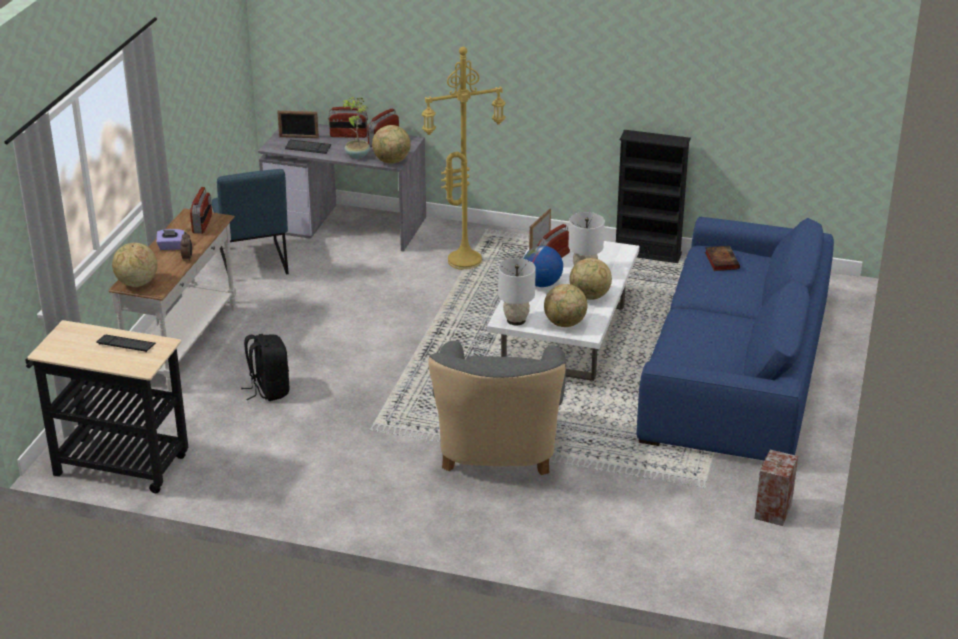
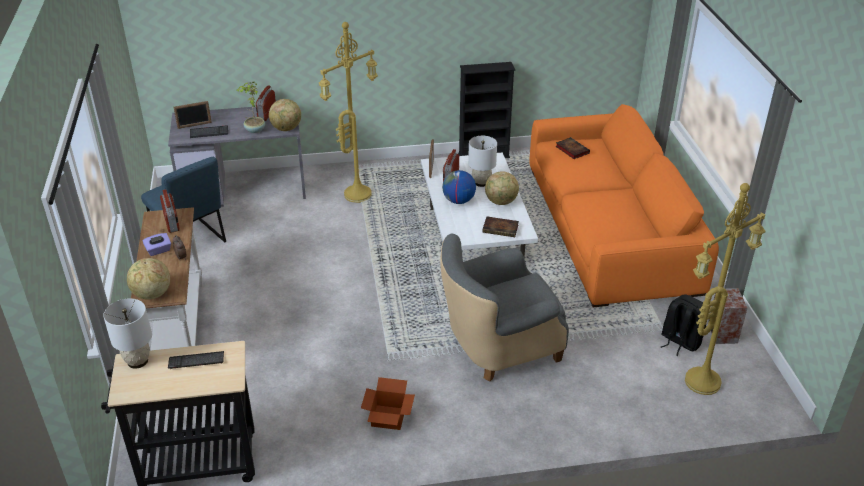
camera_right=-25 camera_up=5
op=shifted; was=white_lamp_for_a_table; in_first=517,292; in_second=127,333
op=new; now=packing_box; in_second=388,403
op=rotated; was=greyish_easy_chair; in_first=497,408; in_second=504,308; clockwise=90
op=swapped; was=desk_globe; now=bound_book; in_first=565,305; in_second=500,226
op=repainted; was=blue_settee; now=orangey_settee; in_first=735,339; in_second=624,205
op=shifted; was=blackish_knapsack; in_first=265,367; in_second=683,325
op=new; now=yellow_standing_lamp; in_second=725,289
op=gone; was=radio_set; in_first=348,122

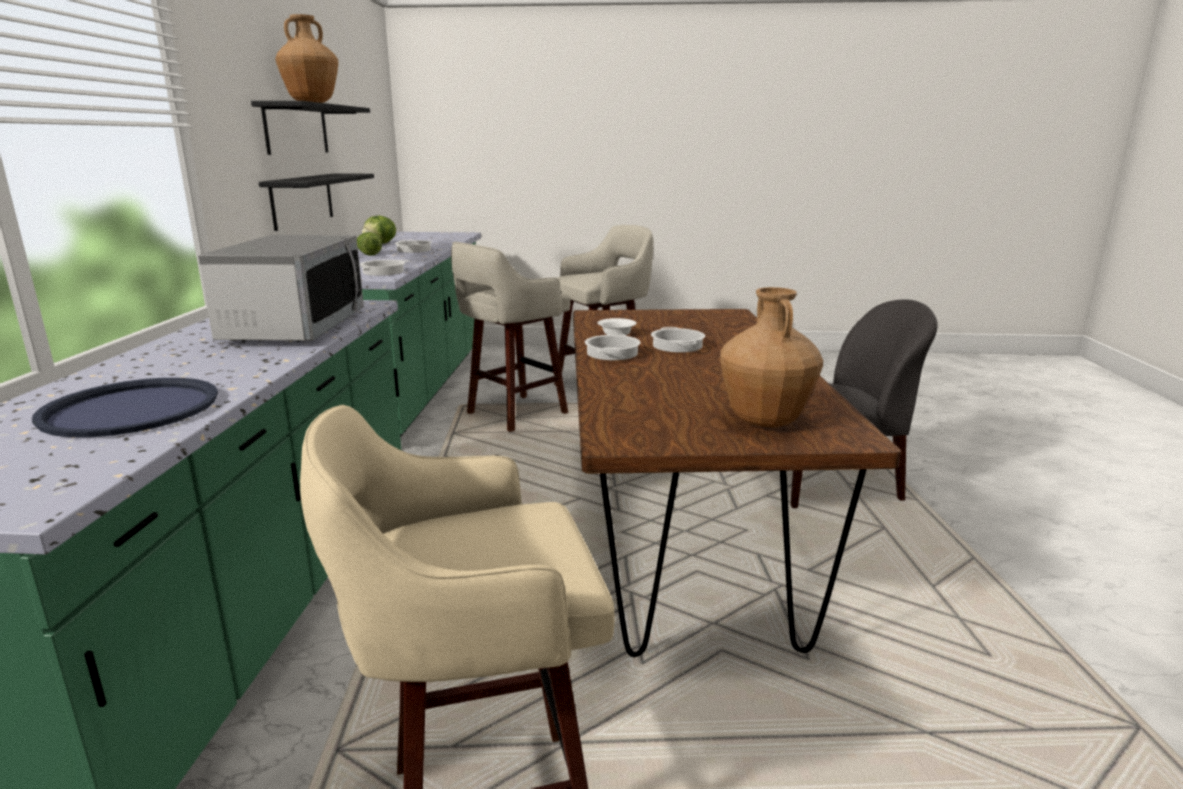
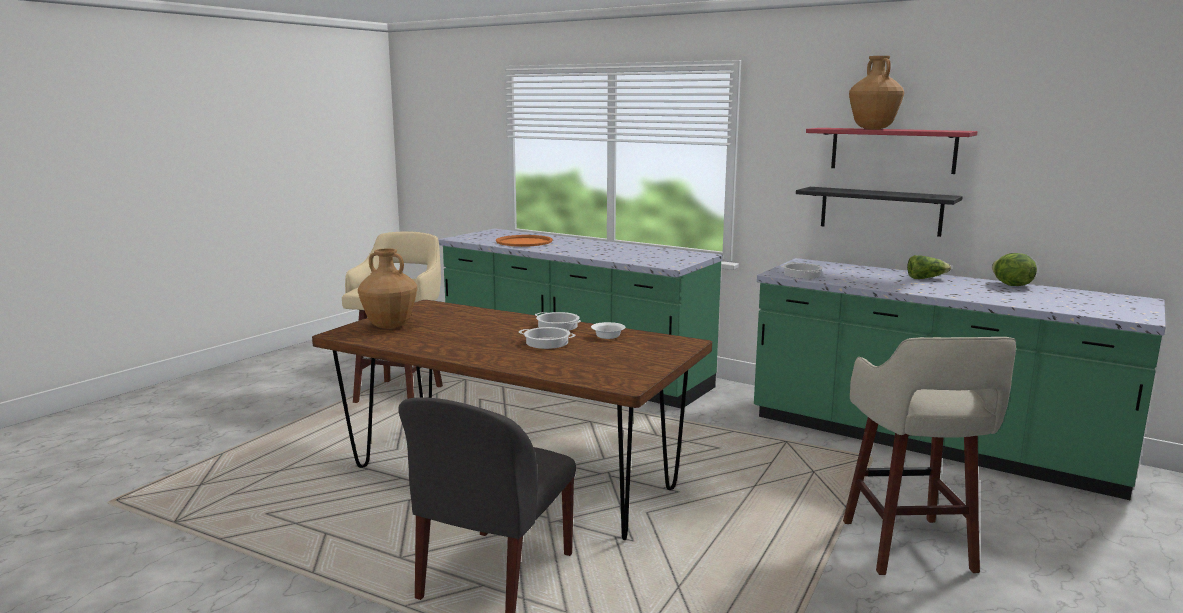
camera_right=120 camera_up=-5
op=repainted; was=blue_tray; now=orangey_tray; in_first=125,407; in_second=524,241
op=repainted; was=blackish_shelf; now=red_shelf; in_first=310,128; in_second=892,151
op=gone; was=microwave; in_first=281,288
op=gone; was=cooking_pot; in_first=413,246
op=gone; was=sand-coloured_stool_seat; in_first=510,337

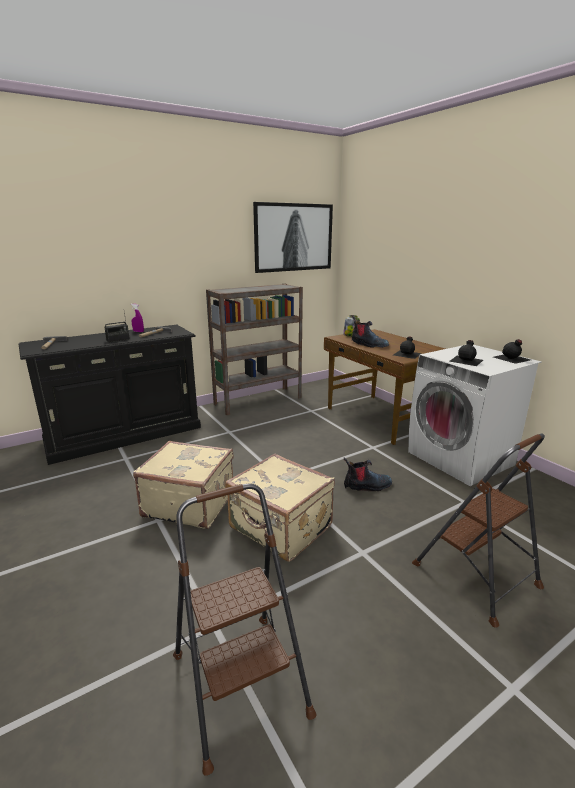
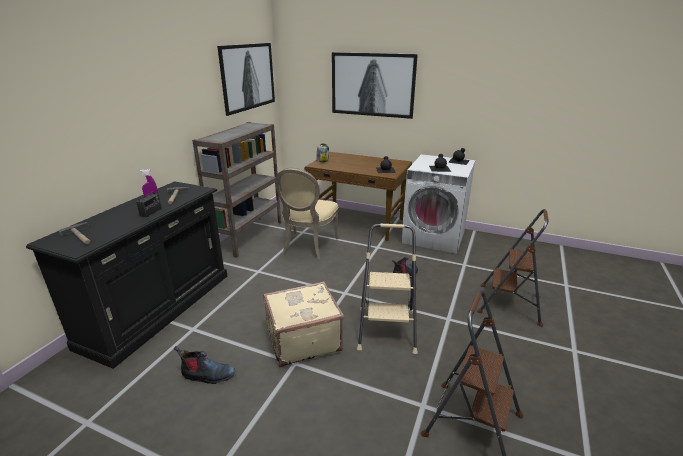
camera_right=-35 camera_up=5
op=shifted; was=tall_boot; in_first=370,331; in_second=204,365
op=new; now=sand-coloured_plain_chair; in_second=307,213
op=new; now=picture; in_second=375,85
op=swapped; was=sand-coloured_suitcase; now=sand-coloured_step_ladder; in_first=280,508; in_second=387,289

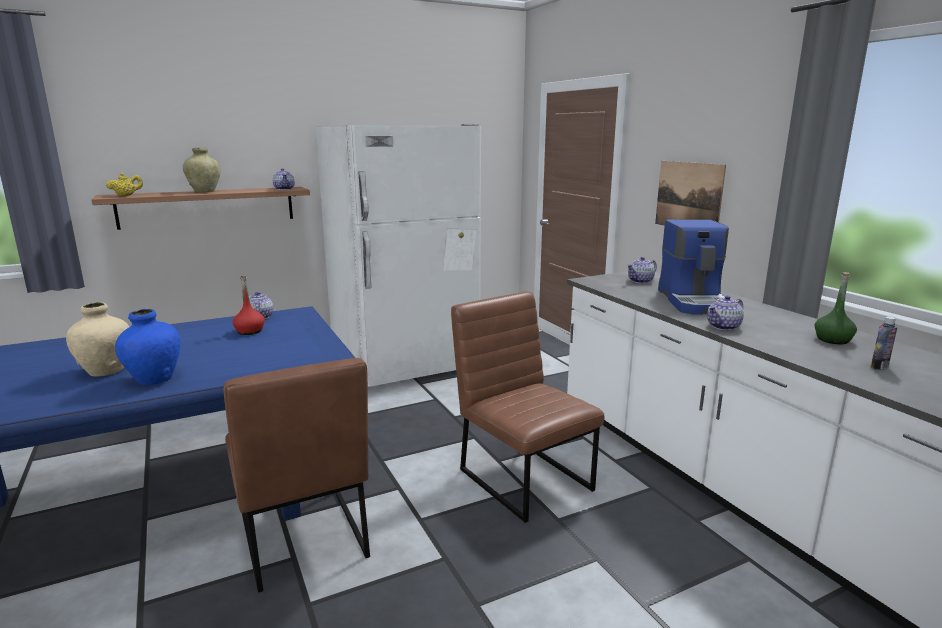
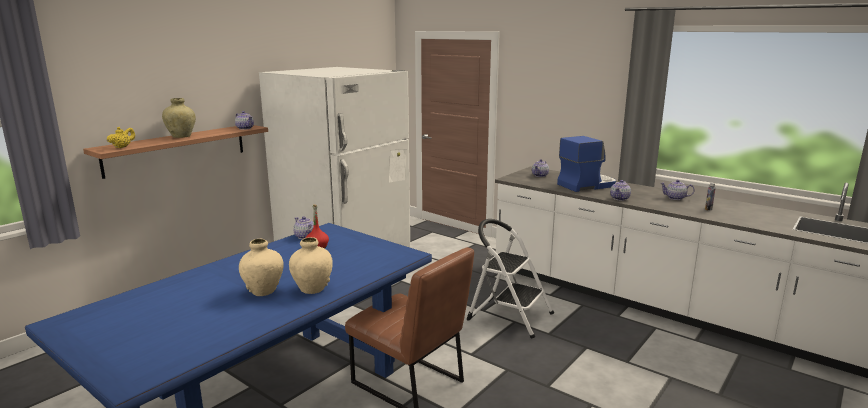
camera_right=-25 camera_up=0
op=repainted; was=blue_vase; now=sand-coloured_vase; in_first=148,347; in_second=311,265
op=swapped; was=brown_plain_chair; now=step_ladder; in_first=528,407; in_second=510,278
op=rotated; was=coffee_machine; in_first=693,267; in_second=586,164; clockwise=-90
op=swapped; was=greenish_drink_bottle; now=pot_for_tea; in_first=836,308; in_second=677,190
op=gone; was=picture; in_first=690,193

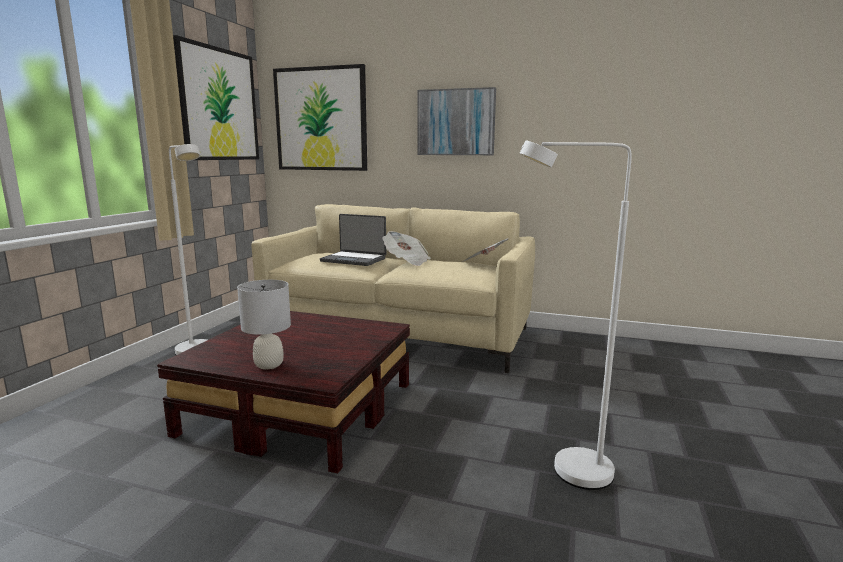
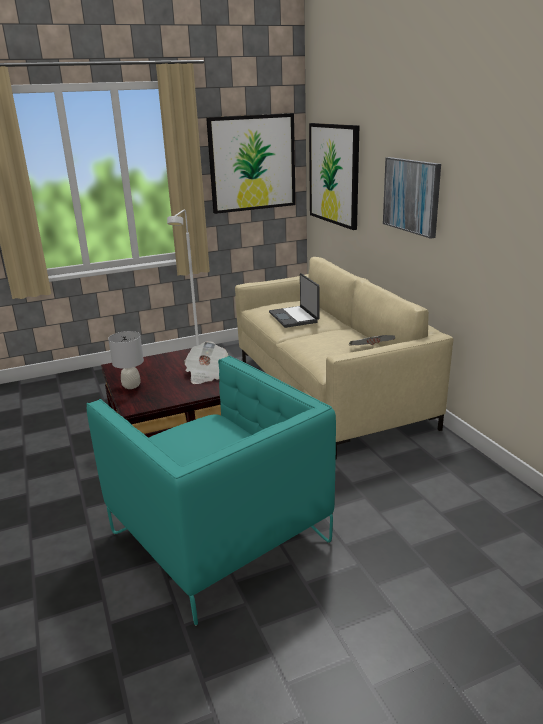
camera_right=50 camera_up=10
op=swapped; was=white_standing_lamp; now=blue-green_easy_chair; in_first=575,315; in_second=211,491
op=shifted; was=printed_paper; in_first=406,248; in_second=206,362

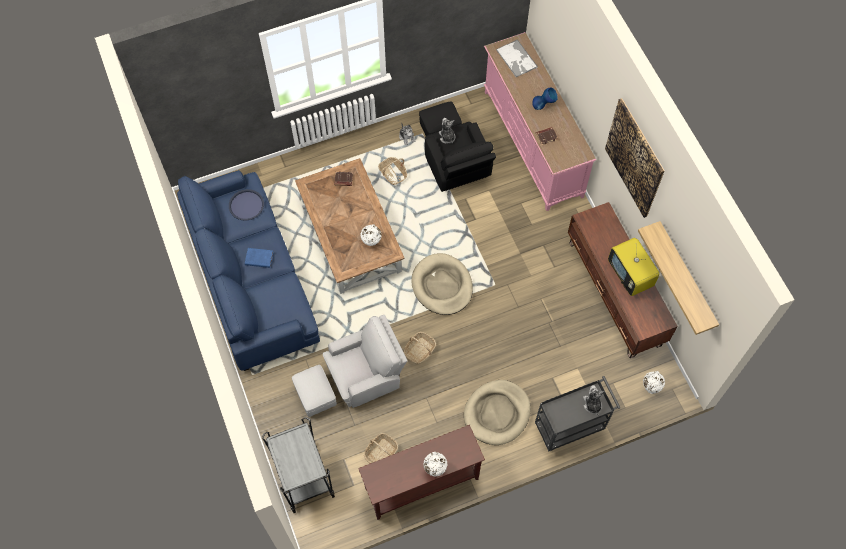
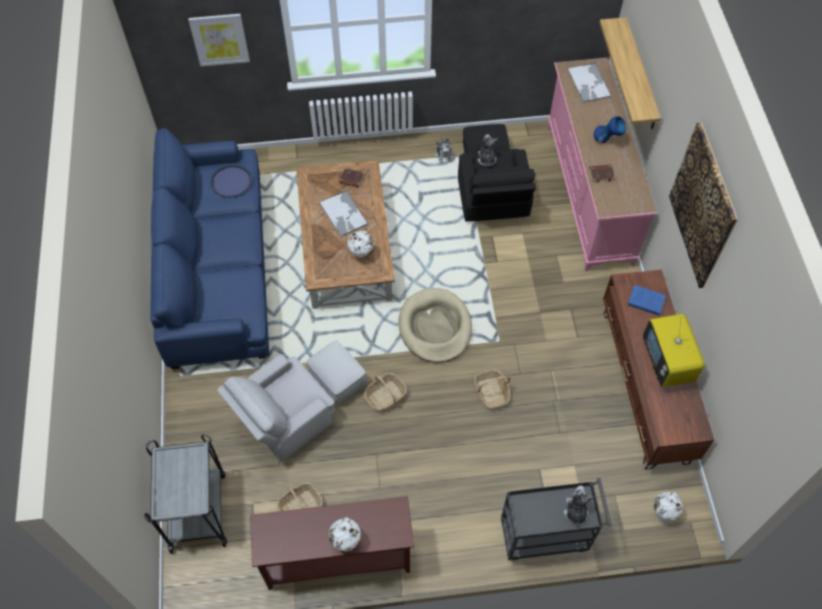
camera_right=15 camera_up=-5
op=new; now=picture; in_second=219,40
op=rotated; was=white_easy_chair; in_first=349,366; in_second=291,400; clockwise=150
op=new; now=tray; in_second=344,213
op=shifted; was=storage_basket; in_first=392,171; in_second=492,389
op=shifted; was=shelf; in_first=678,278; in_second=630,73
op=shifted; was=blue_bound_book; in_first=259,258; in_second=647,300
op=gone; was=sand-coloured_pet_bed; in_first=497,412

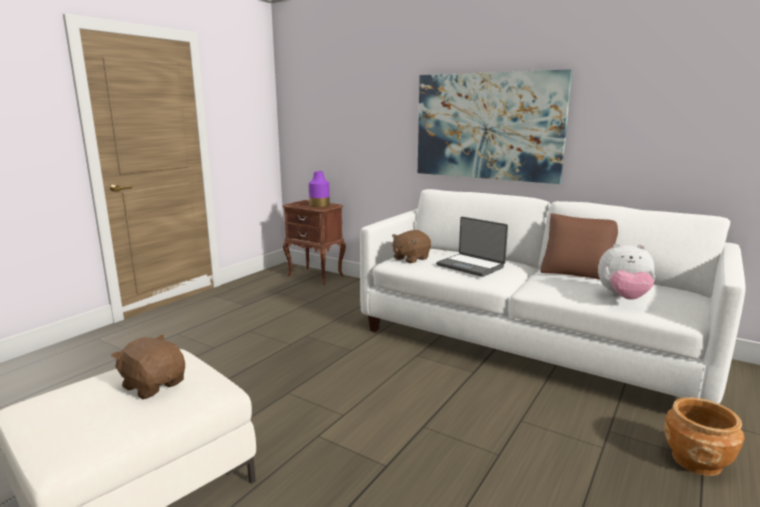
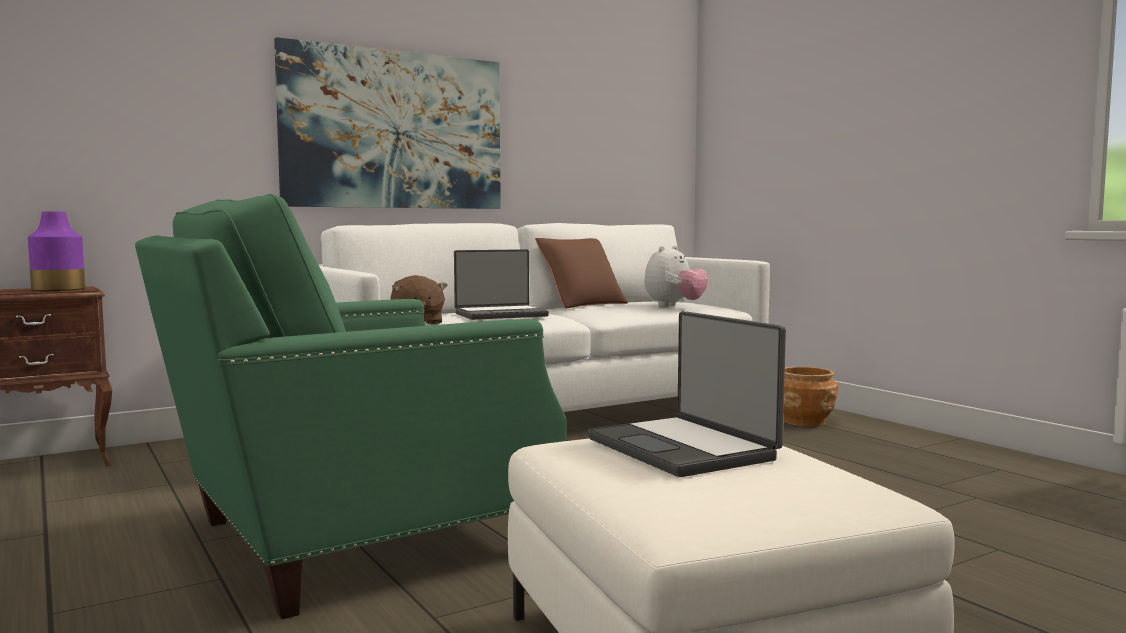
camera_right=-65 camera_up=-10
op=new; now=greenish_easy_chair; in_second=351,406
op=swapped; was=brown_soft_toy; now=portable_computer; in_first=148,367; in_second=686,394

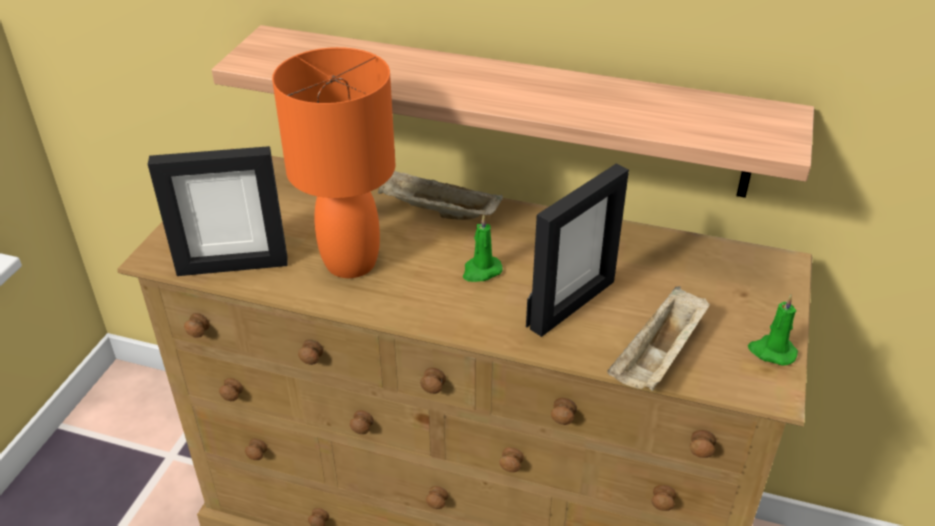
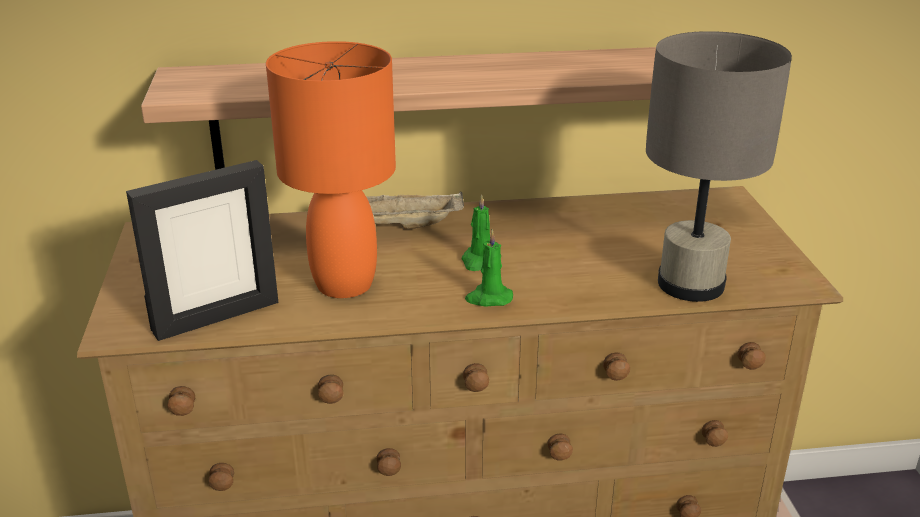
camera_right=-25 camera_up=-10
op=shifted; was=greenish_wax_light; in_first=773,330; in_second=489,268
op=swapped; was=sand-coloured_tray; now=greyish_lamp_for_a_table; in_first=658,338; in_second=719,166
op=gone; was=picture_frame; in_first=577,250

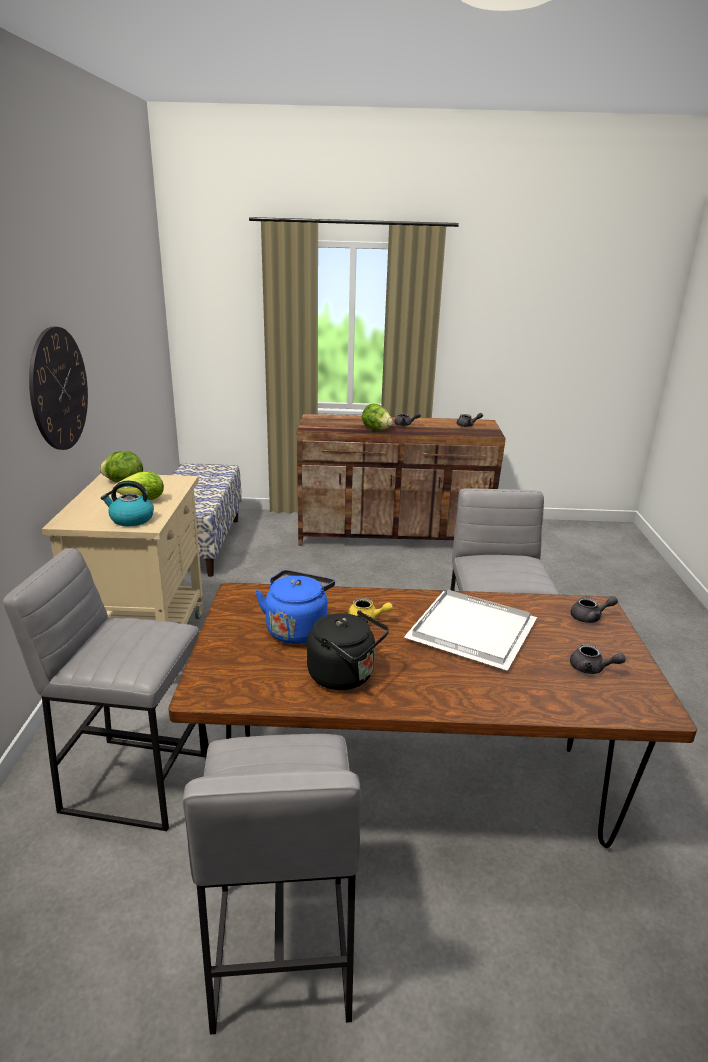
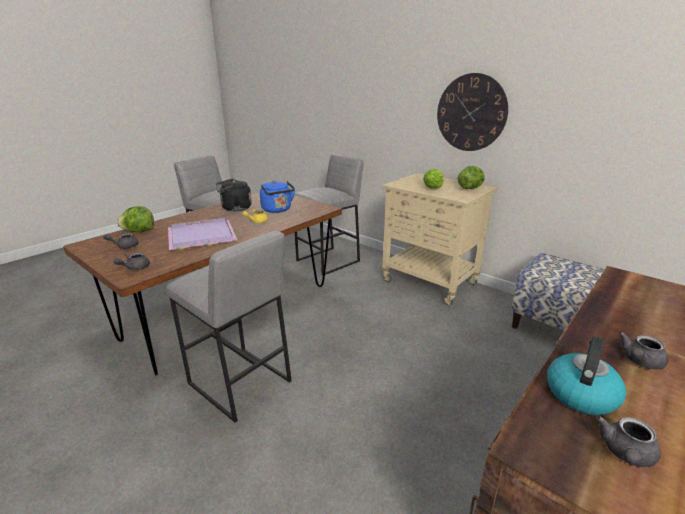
camera_right=130 camera_up=0
op=shifted; was=lettuce; in_first=377,417; in_second=135,219
op=repainted; was=white_tray; now=purple_tray; in_first=470,630; in_second=202,234
op=shifted; was=kettle; in_first=127,503; in_second=586,375

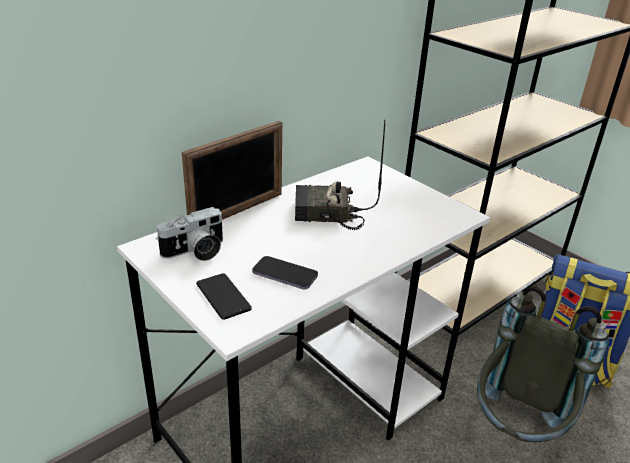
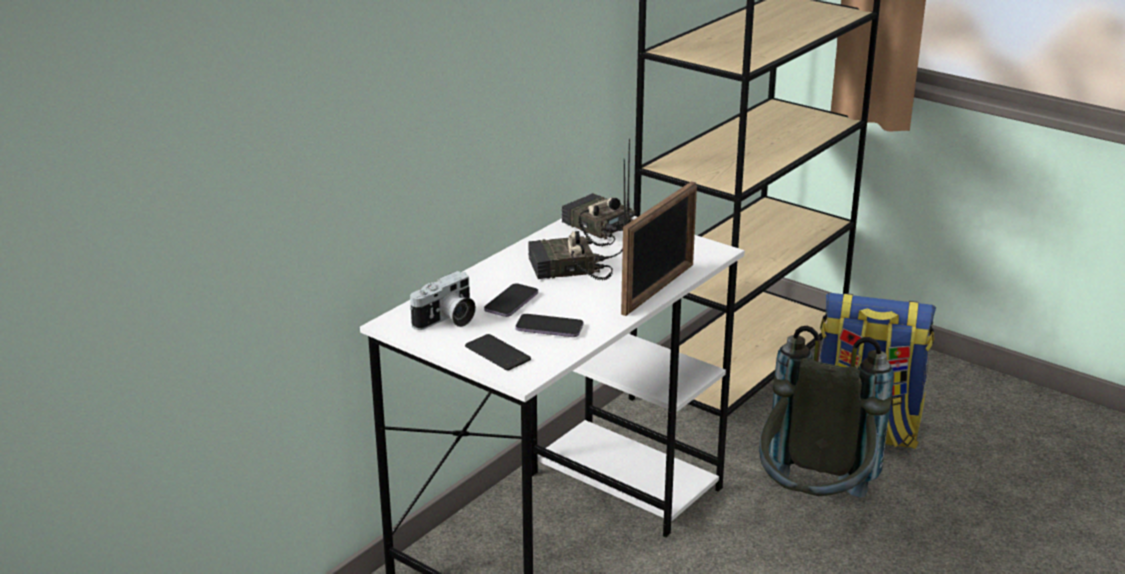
camera_right=-10 camera_up=-5
op=new; now=handset; in_second=511,300
op=new; now=radio_set; in_second=598,193
op=shifted; was=picture_frame; in_first=232,170; in_second=659,248

